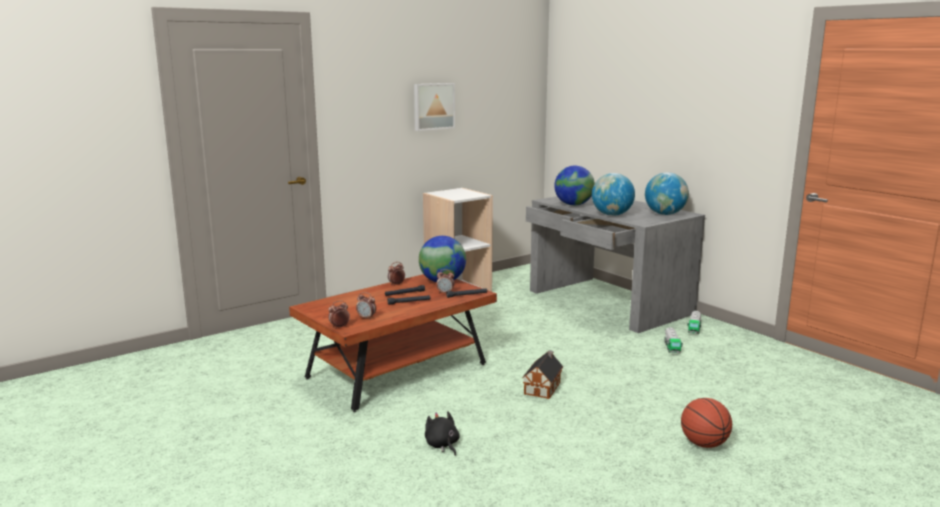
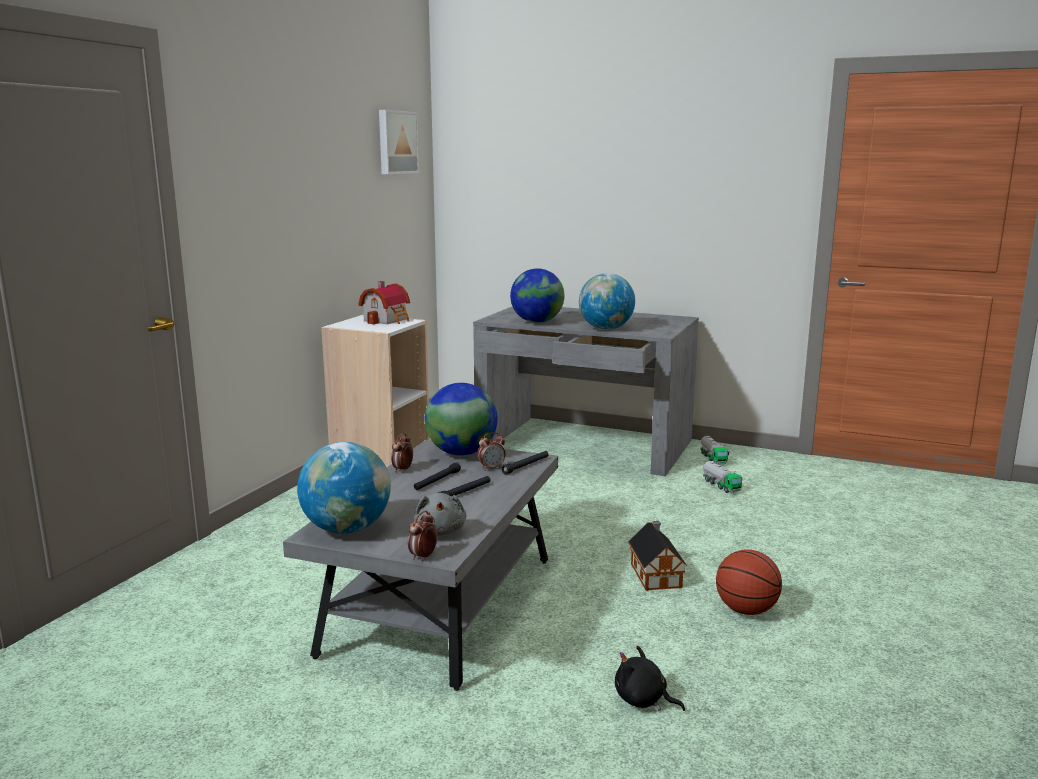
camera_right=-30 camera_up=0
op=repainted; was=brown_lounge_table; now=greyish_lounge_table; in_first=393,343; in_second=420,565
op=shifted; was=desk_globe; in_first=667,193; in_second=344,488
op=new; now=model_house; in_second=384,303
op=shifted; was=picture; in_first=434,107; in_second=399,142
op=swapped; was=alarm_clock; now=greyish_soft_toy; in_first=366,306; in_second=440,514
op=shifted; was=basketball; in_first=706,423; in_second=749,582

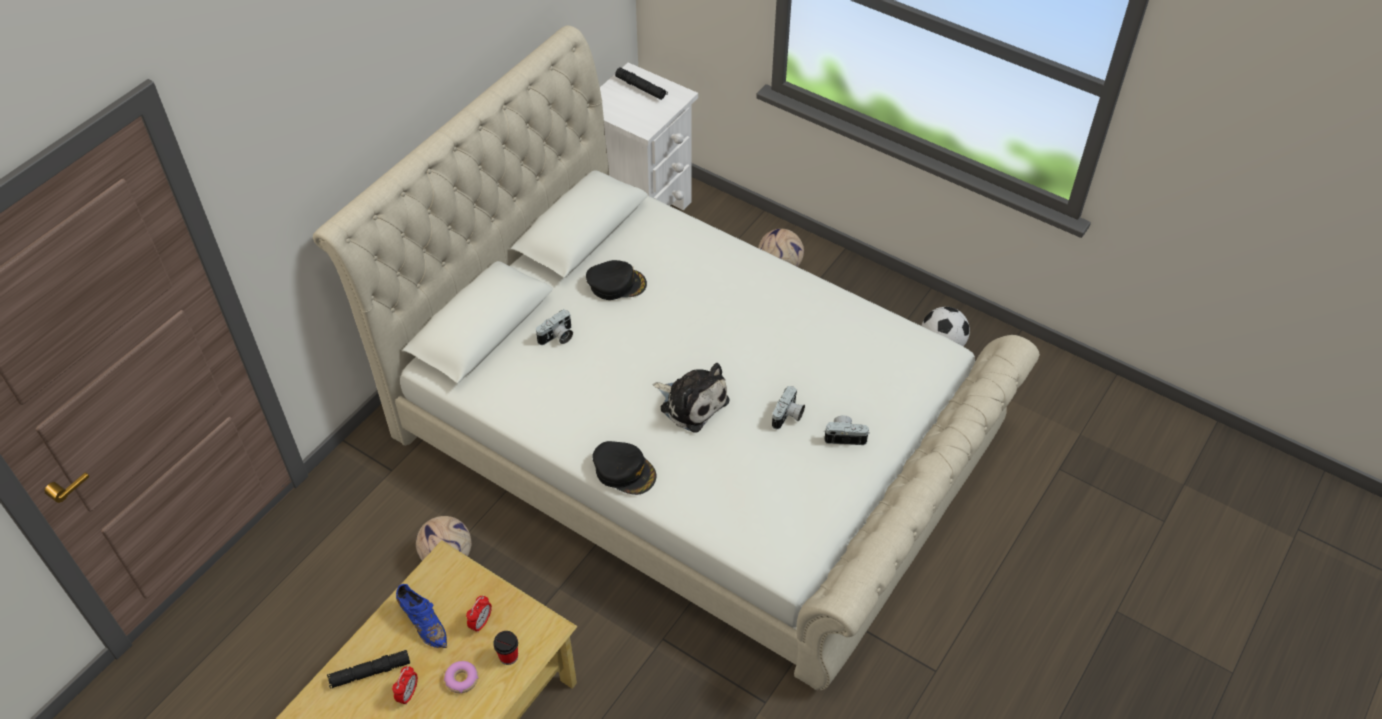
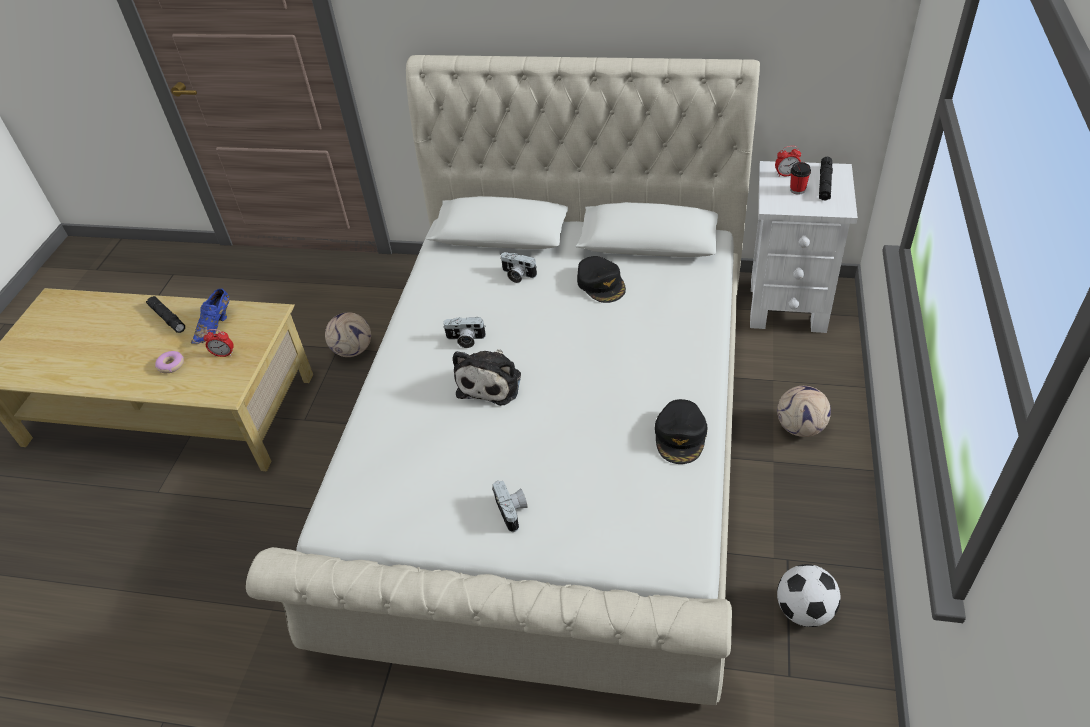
camera_right=70 camera_up=-5
op=shifted; was=still_camera; in_first=788,407; in_second=464,332
op=shifted; was=blackish_baseball_cap; in_first=624,468; in_second=681,431
op=shifted; was=alarm_clock; in_first=405,685; in_second=788,161
op=shifted; was=drinking_cup; in_first=505,648; in_second=800,178

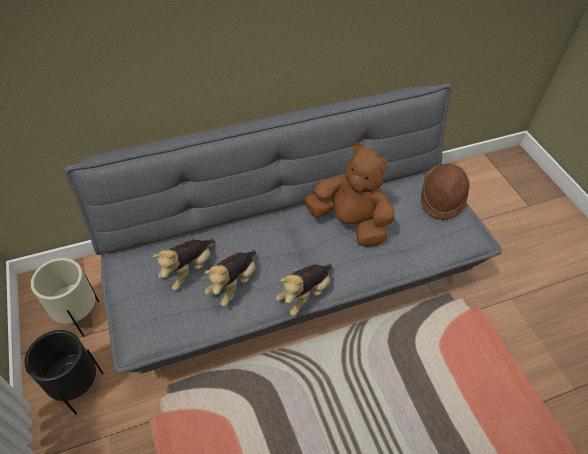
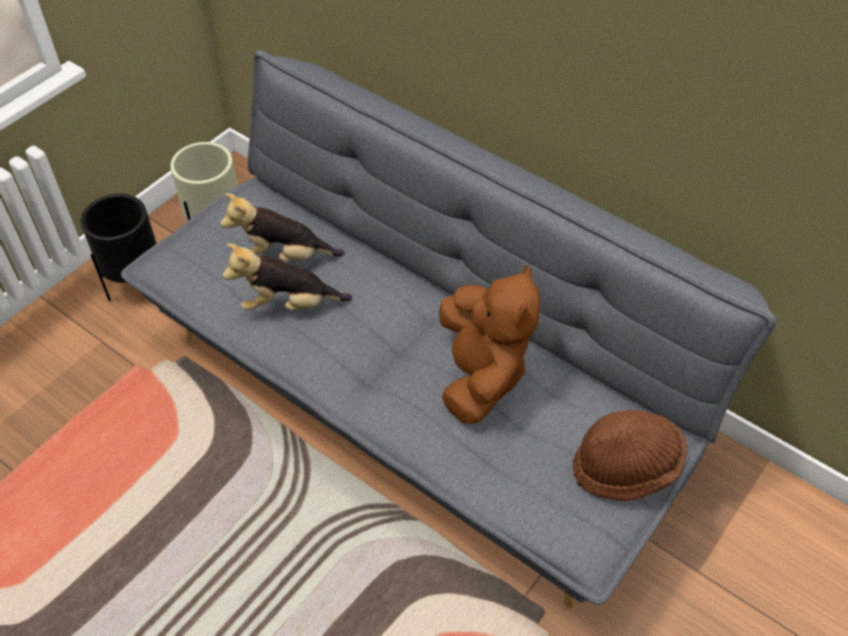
camera_right=60 camera_up=0
op=gone; was=soft_toy; in_first=304,289

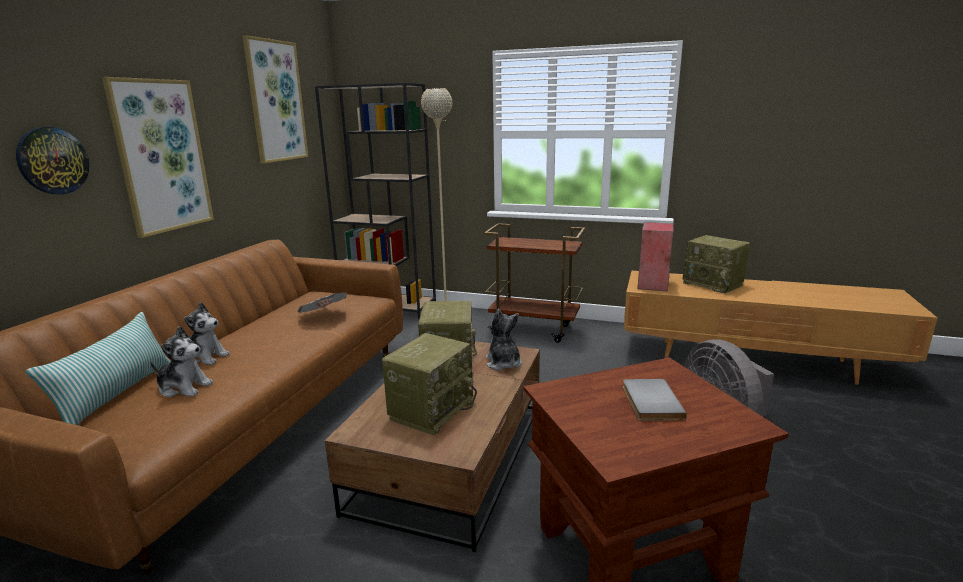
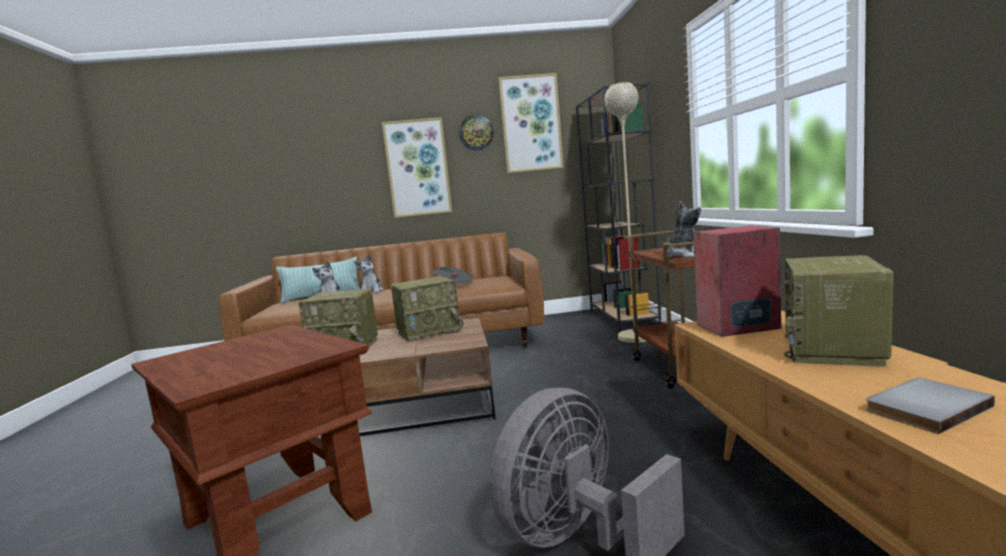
camera_right=65 camera_up=-10
op=shifted; was=wall_clock; in_first=52,160; in_second=476,132
op=shifted; was=soft_toy; in_first=504,340; in_second=684,229
op=shifted; was=greyish_bound_book; in_first=655,400; in_second=930,406

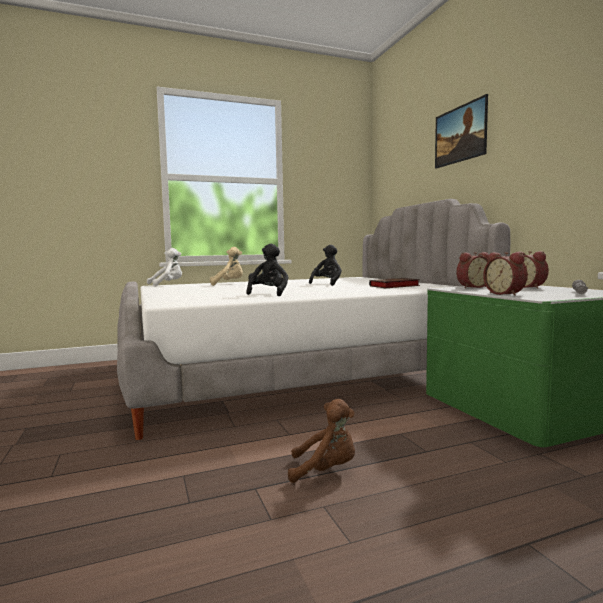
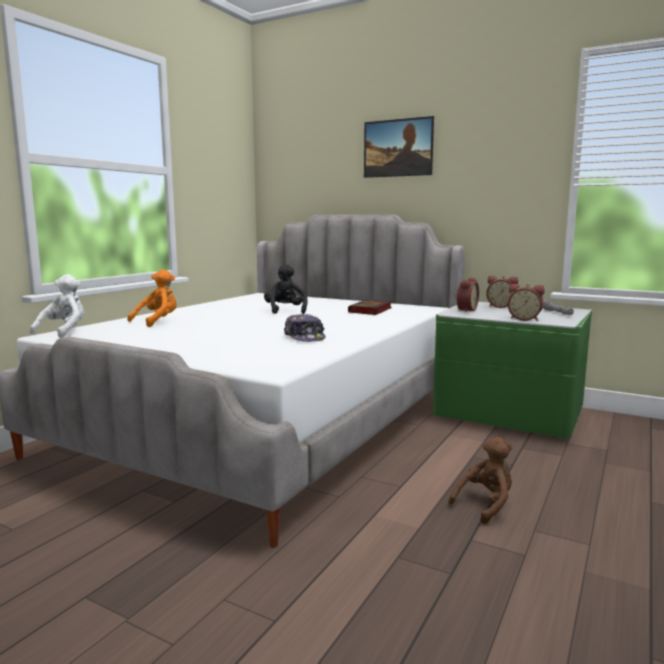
camera_right=-40 camera_up=5
op=repainted; was=sand-coloured_soft_toy; now=orangey_soft_toy; in_first=226,266; in_second=152,298
op=swapped; was=blackish_soft_toy; now=baseball_cap; in_first=267,270; in_second=305,328

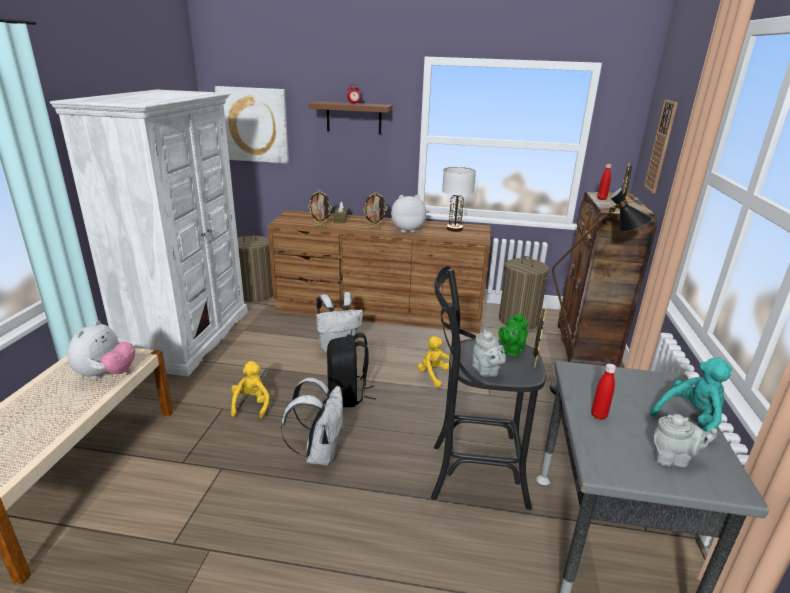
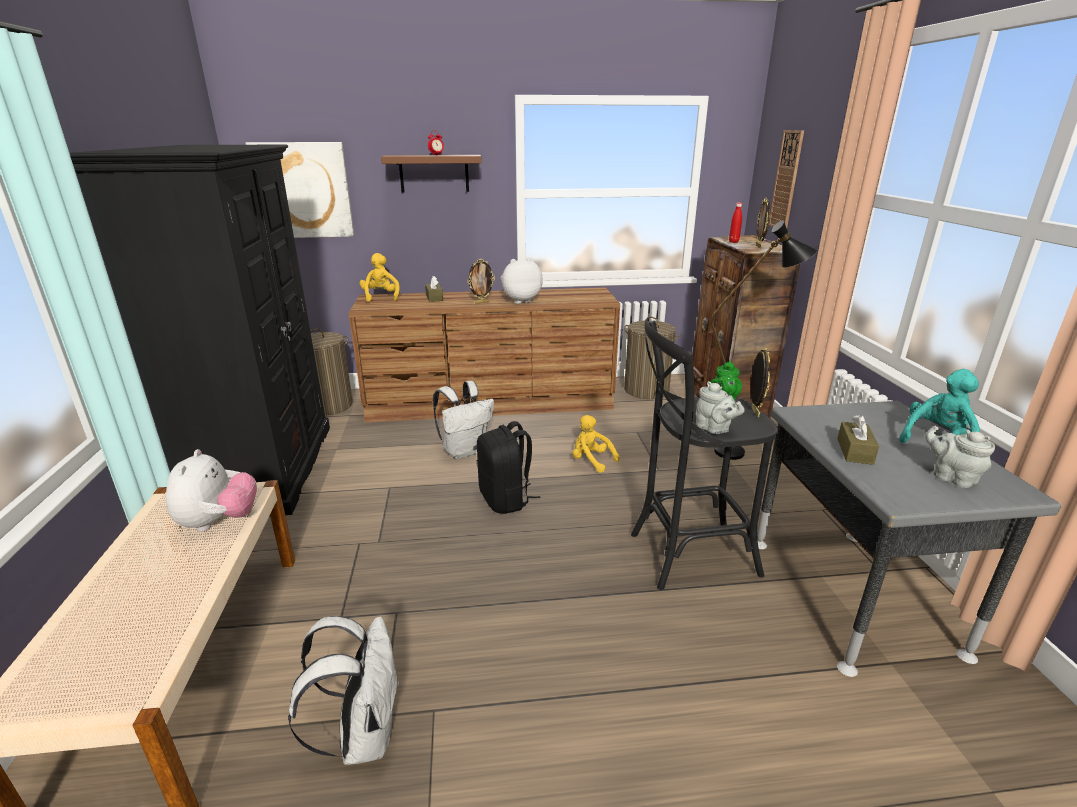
camera_right=-15 camera_up=0
op=repainted; was=white_clothes_cupboard; now=blackish_clothes_cupboard; in_first=149,233; in_second=200,332
op=shifted; was=white_knapsack; in_first=312,422; in_second=344,690
op=shifted; was=yellow_soft_toy; in_first=250,389; in_second=380,277
op=swapped; was=red_drink_bottle; now=brown_tissue_holder; in_first=603,392; in_second=858,439
op=rotated; was=greyish_pot_for_tea; in_first=685,440; in_second=960,457; clockwise=-120
op=gone; was=picture_frame; in_first=320,208
op=gone; was=lamp_for_a_table; in_first=459,199

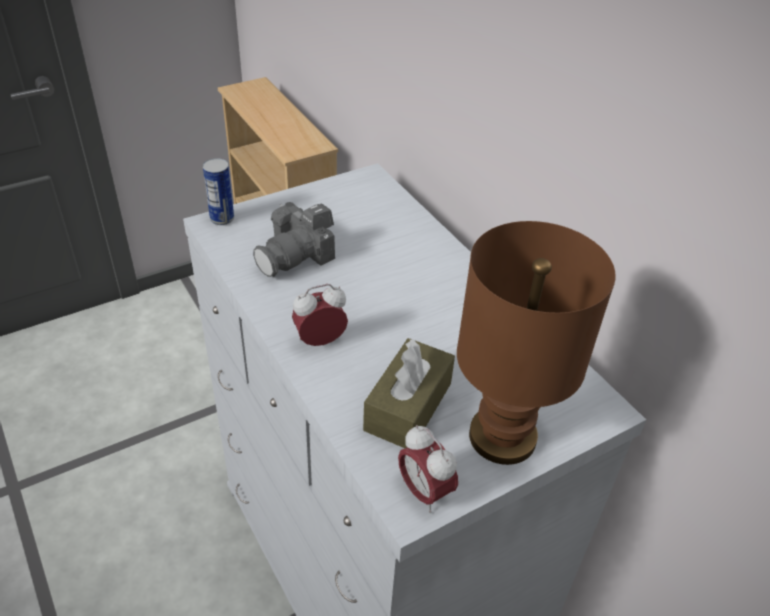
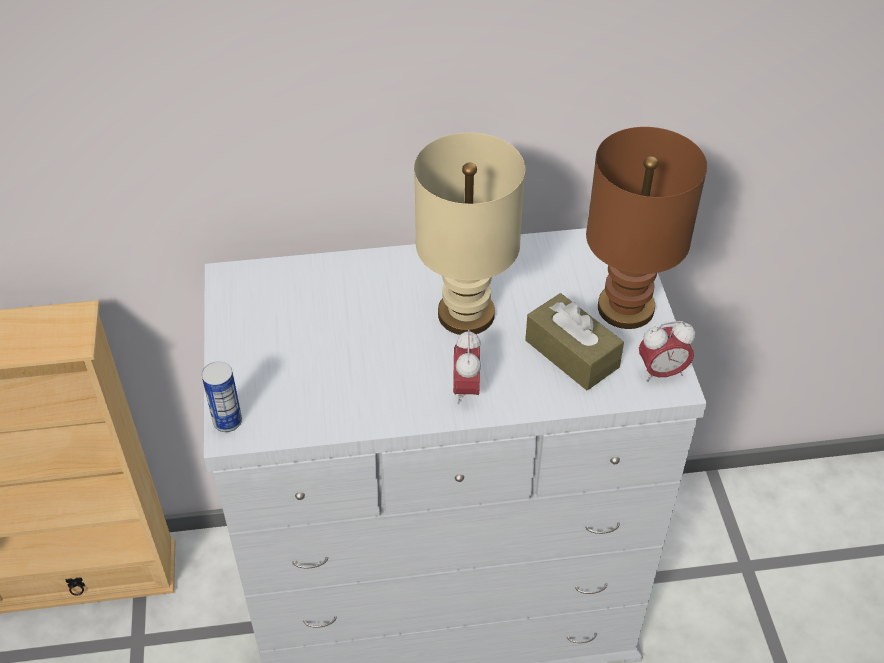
camera_right=-65 camera_up=5
op=new; now=sand-coloured_lamp_for_a_table; in_second=469,234
op=gone; was=still_camera; in_first=294,239

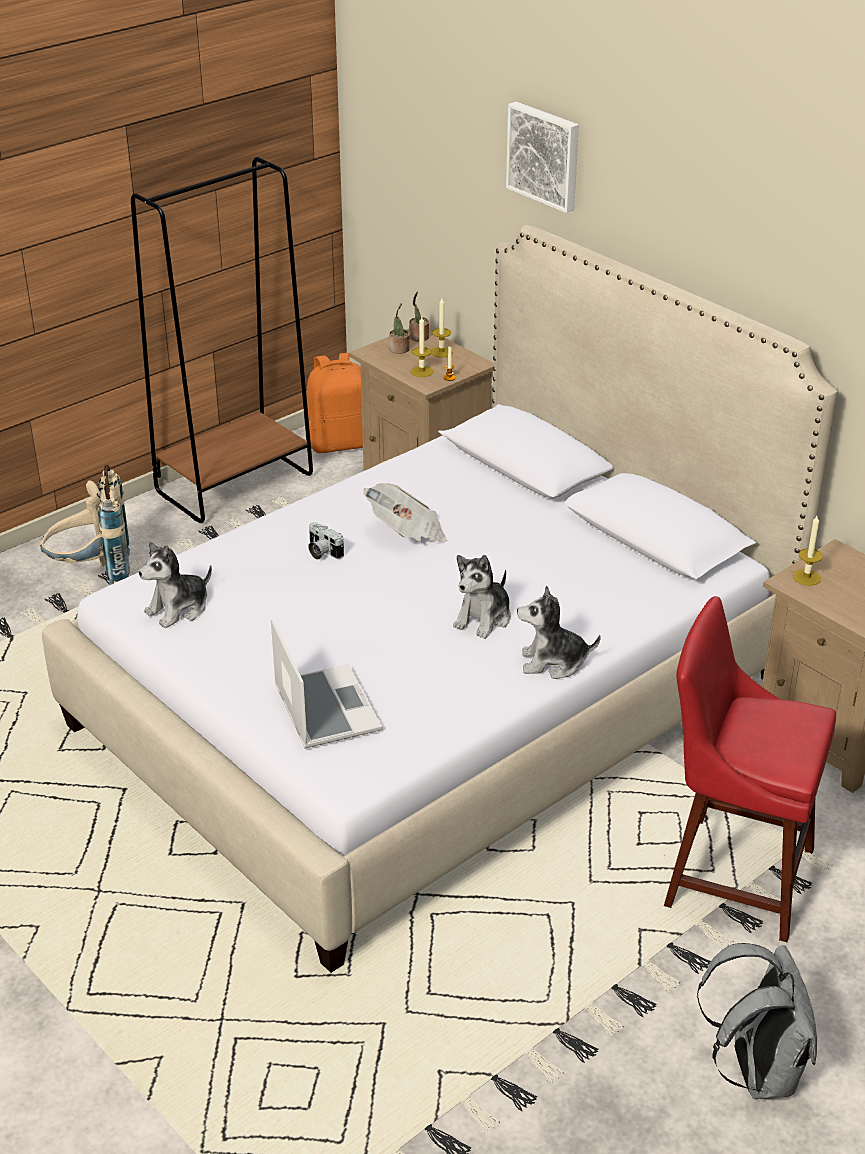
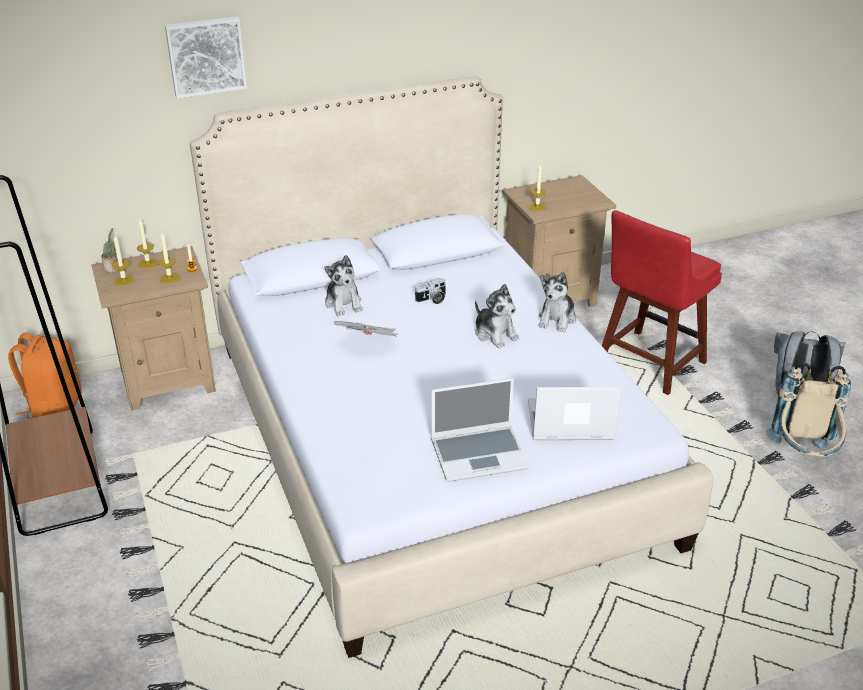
camera_right=-70 camera_up=0
op=swapped; was=plant_in_a_pot; now=wax_light; in_first=399,328; in_second=123,261
op=shifted; was=soft_toy; in_first=175,585; in_second=344,285
op=shifted; was=still_camera; in_first=326,541; in_second=430,291
op=new; now=portable_computer; in_second=480,430
op=shifted; was=sand-coloured_knapsack; in_first=85,525; in_second=808,409

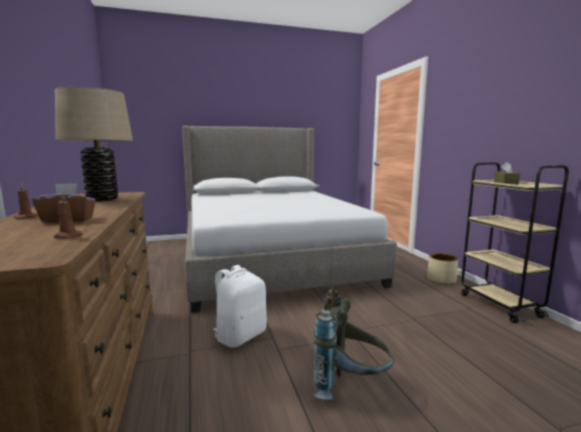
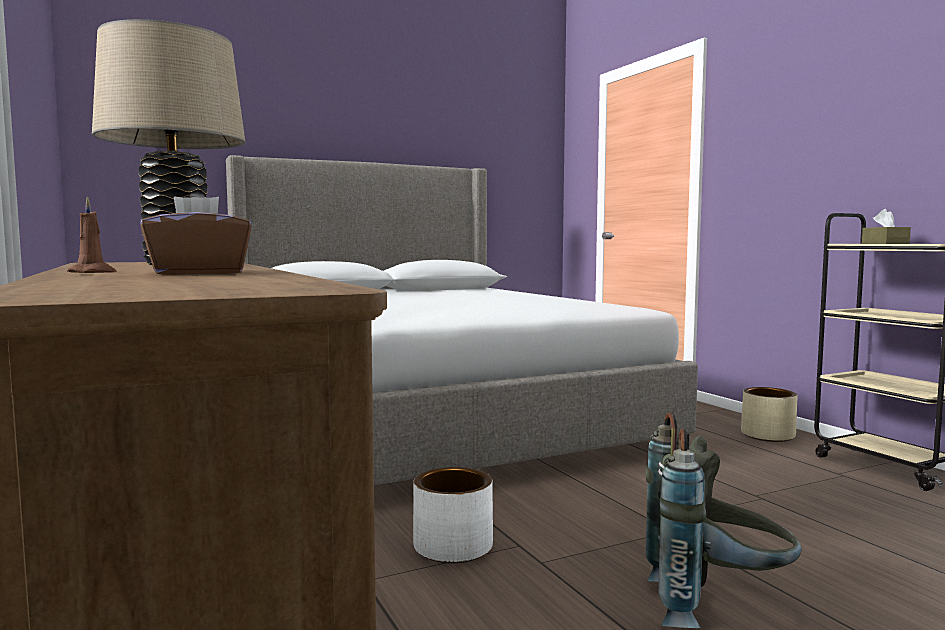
camera_right=-10 camera_up=-5
op=swapped; was=white_knapsack; now=white_plant_pot; in_first=240,306; in_second=453,515
op=gone; was=brown_wax_light; in_first=68,215

